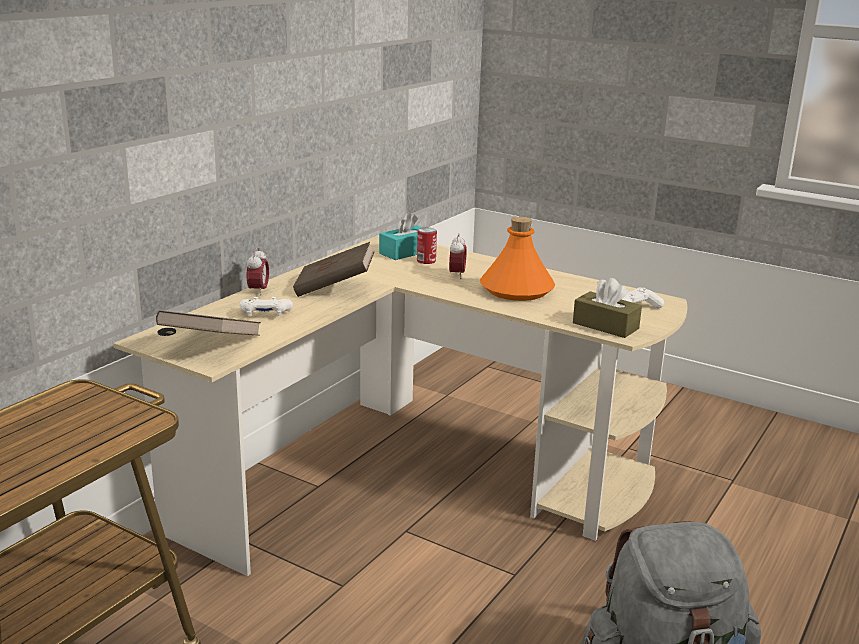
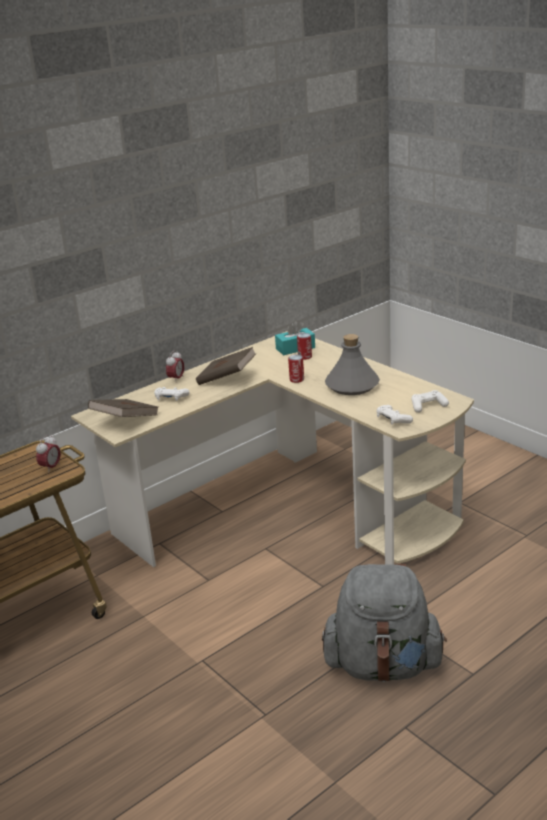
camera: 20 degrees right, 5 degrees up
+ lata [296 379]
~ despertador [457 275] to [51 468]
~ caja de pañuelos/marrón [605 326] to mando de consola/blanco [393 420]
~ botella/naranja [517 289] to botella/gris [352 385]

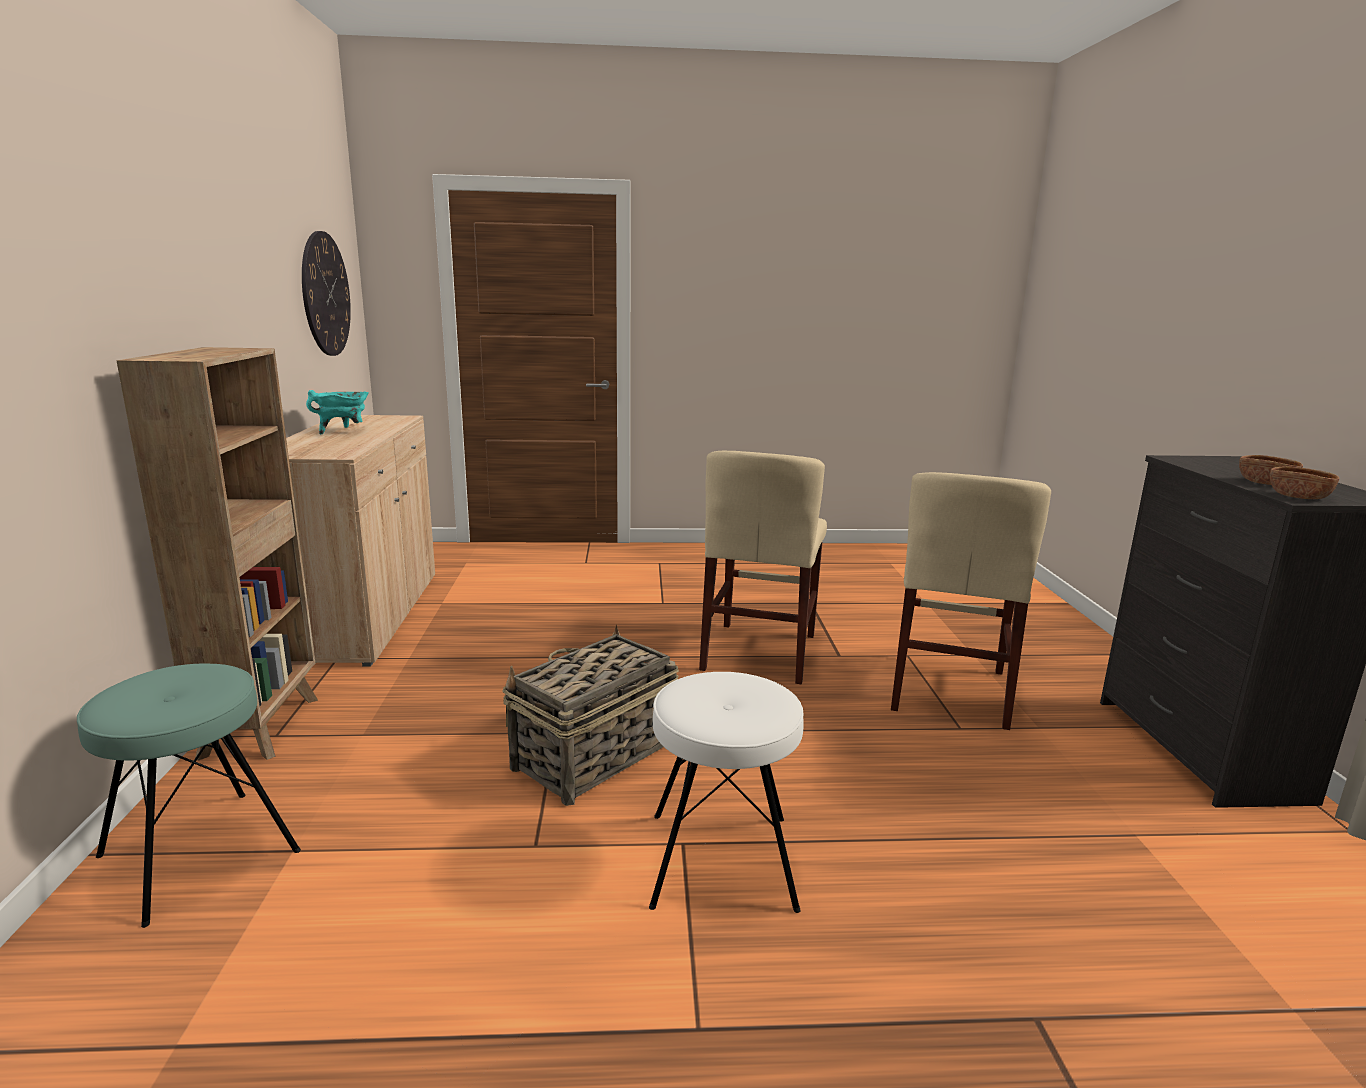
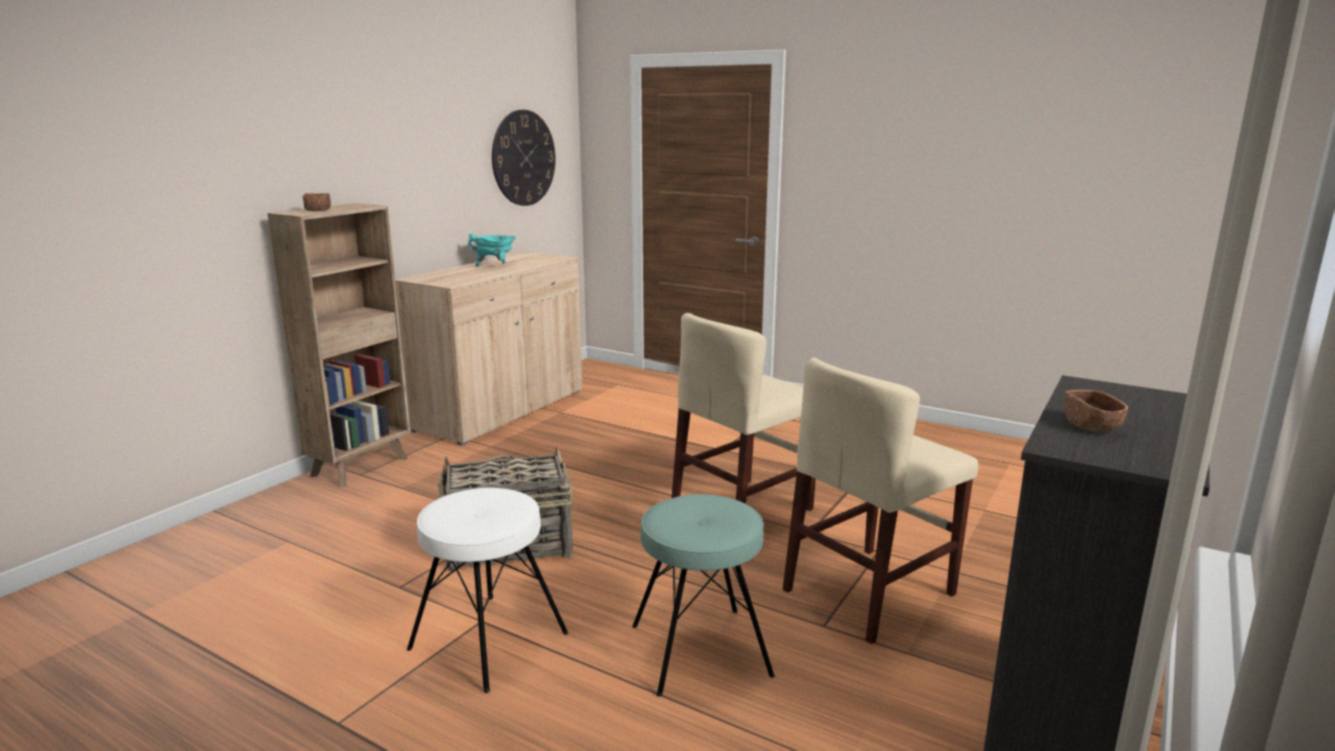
camera: 35 degrees right, 0 degrees up
~ taburete/turquesa [198 854] to [699 650]
~ cuenco/marrón [1298 496] to [318 210]

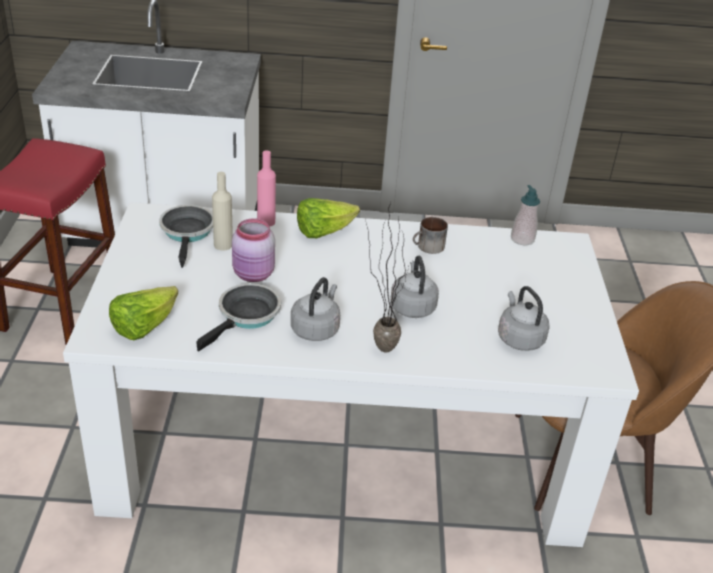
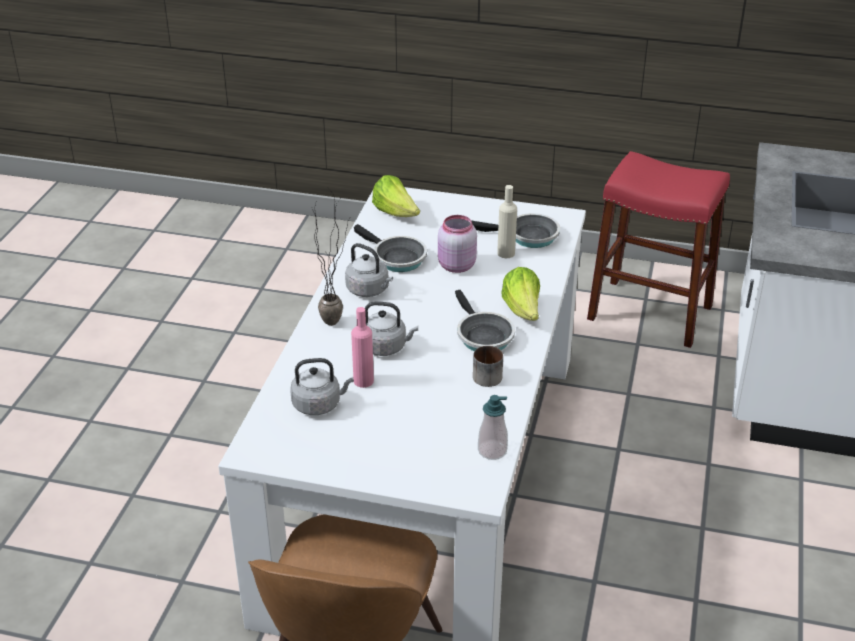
camera: 105 degrees right, 0 degrees up
+ sartén [482 336]
~ botella/rosa [266 222] to [363 381]

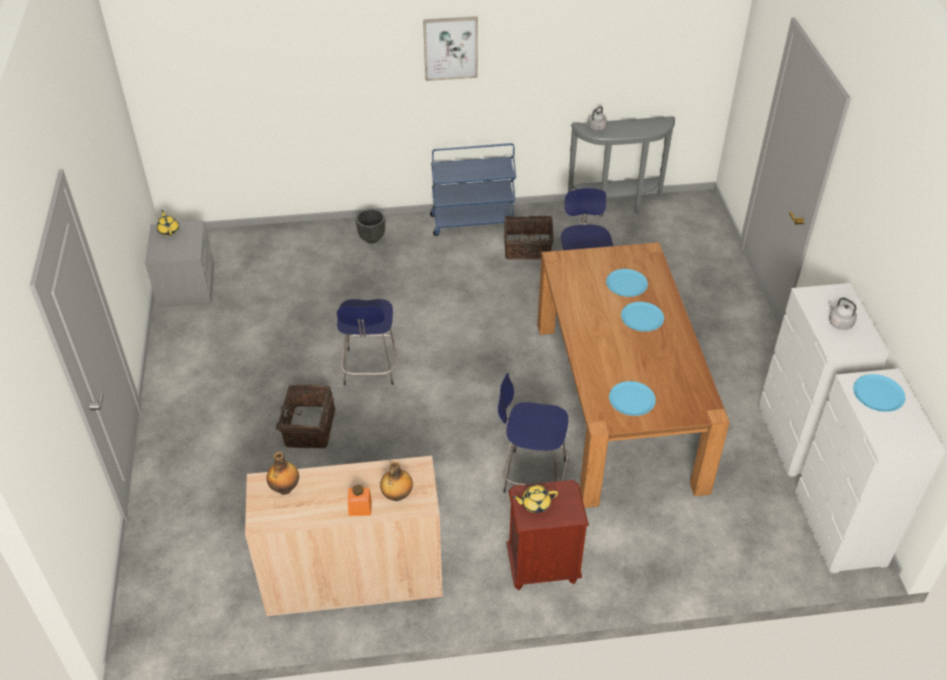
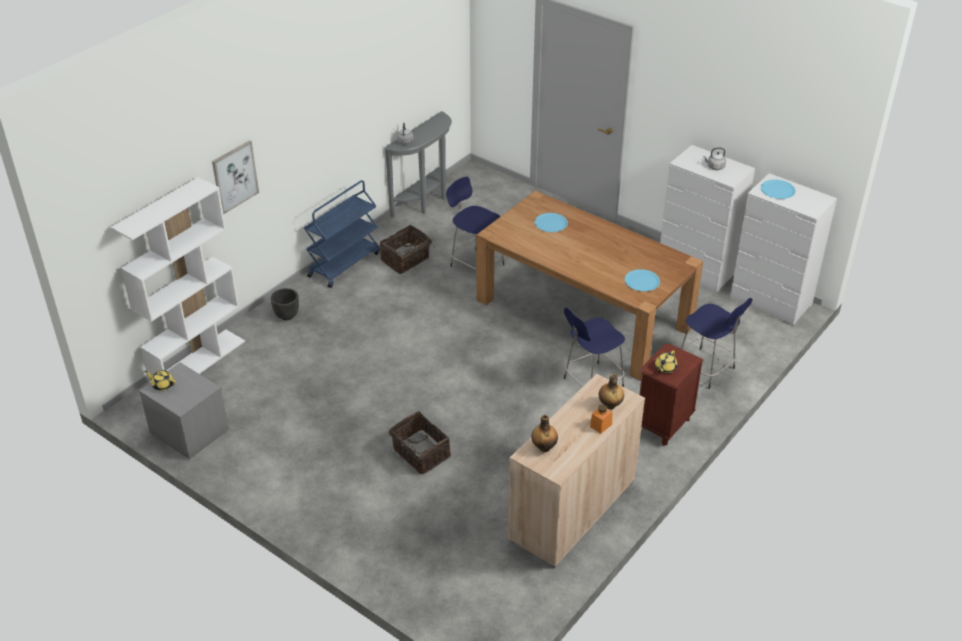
camera: 45 degrees left, 5 degrees down
- plato/azul [642 317]
+ estantería/blanco [198 361]
~ taburete/azul [369 369] to [706 369]
~ cuadro [450 48] to [234 176]

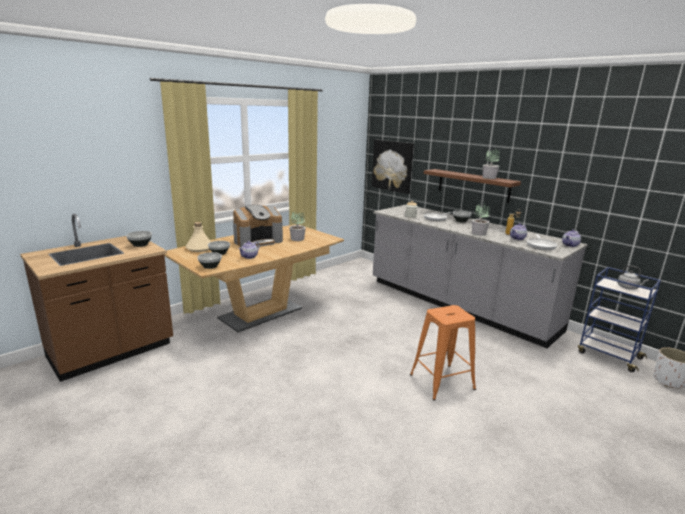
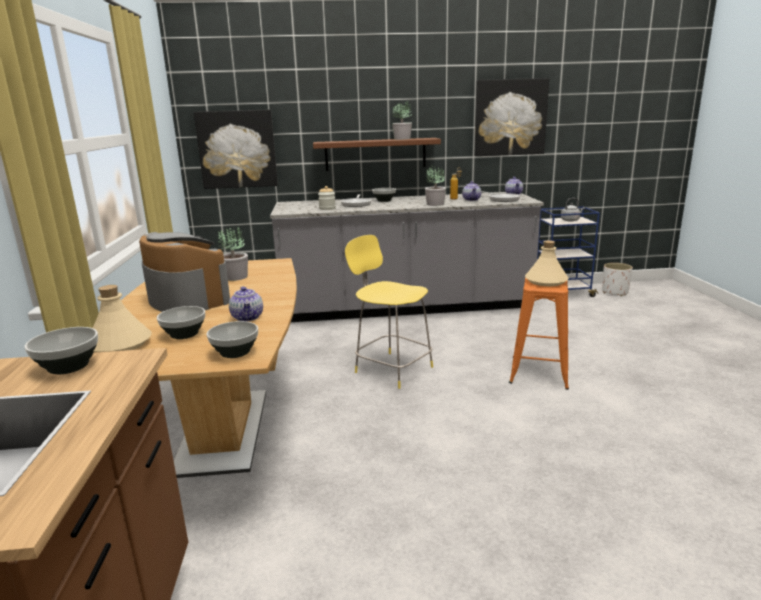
camera: 50 degrees left, 0 degrees up
+ taburete/amarillo [391 369]
+ cuadro [510 117]
+ botella/beis [546 281]
~ cafetera [258 241] = [187 299] 45 degrees counterclockwise

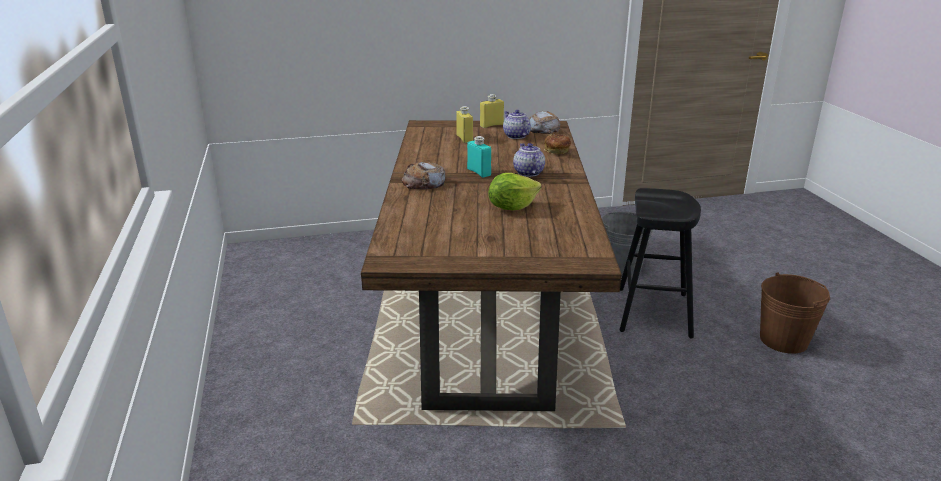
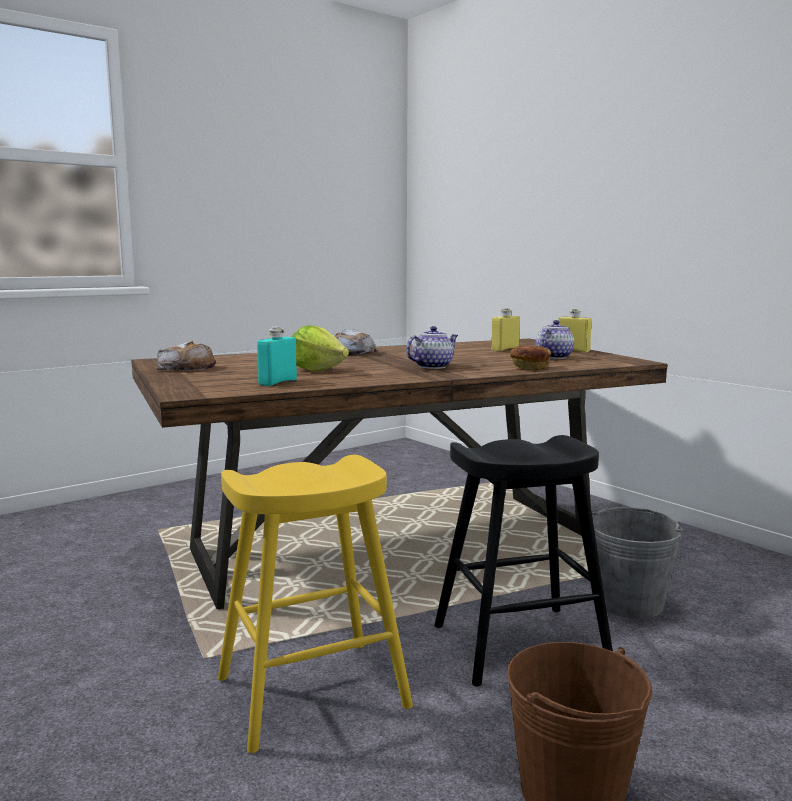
camera: 65 degrees right, 15 degrees down
+ taburete/amarillo [313 692]
~ botella/turquesa [479 172] to [278 382]
~ pan [543 129] to [186 368]

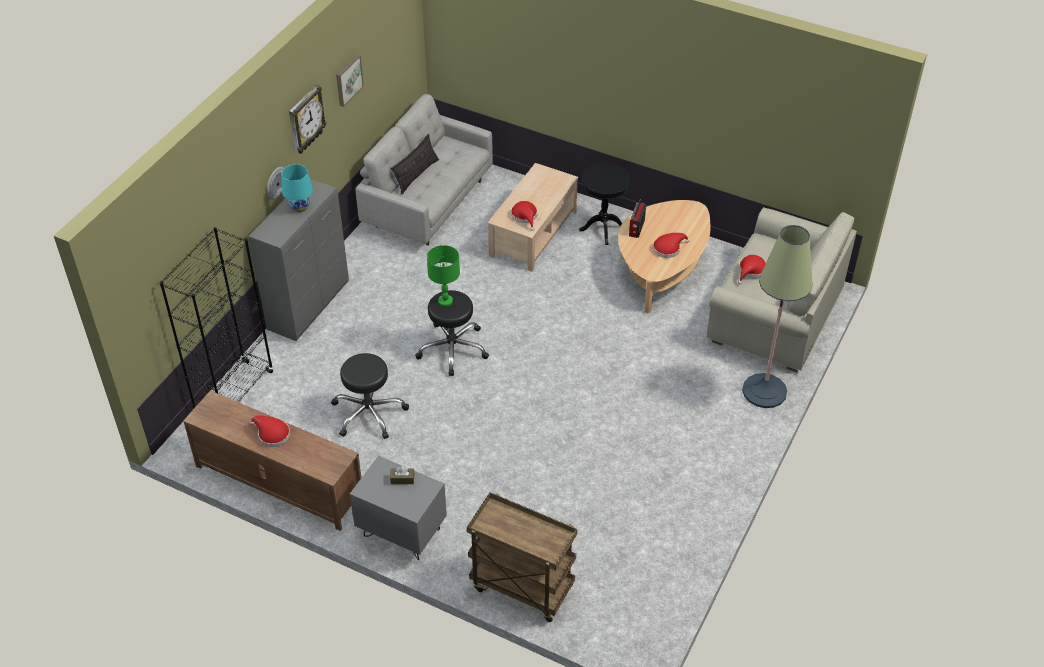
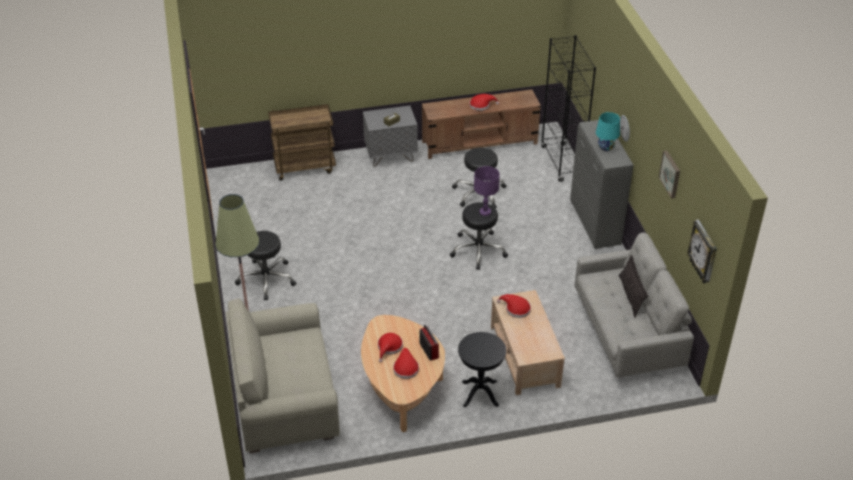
camera: 140 degrees right, 5 degrees down
+ taburete/negro [267 279]
~ reloj de pared [305 120] to [703 252]
~ sombrero/rojo [751 271] to [405 368]
~ lámpara de mesa/verde [445 301] to lámpara de mesa/morado [485 212]

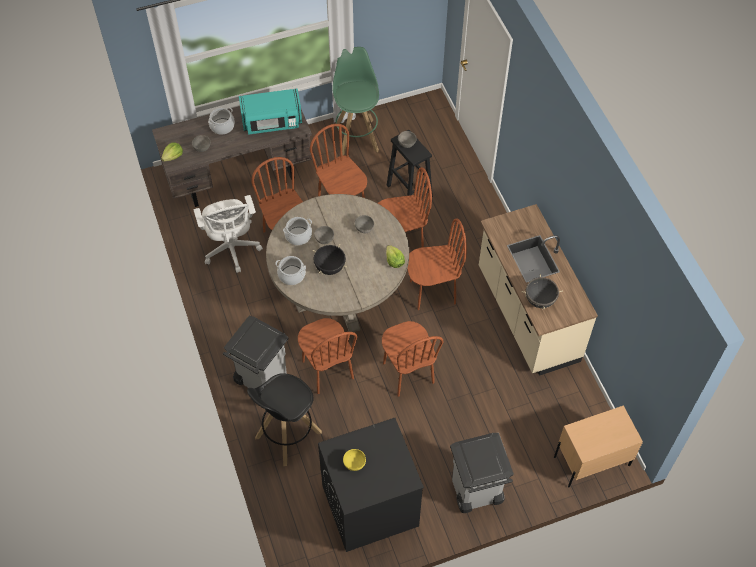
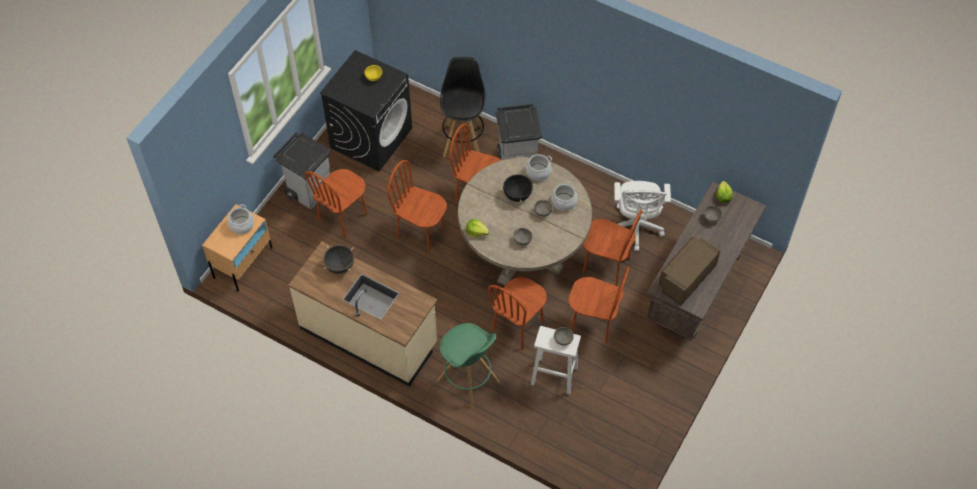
camera: 140 degrees right, 0 degrees up
~ olla [222 126] to [242 225]
~ taburete/verde [357 136] to [469 382]
~ silla/marrón [432 291] to [343 217]
~ microondas/turquesa [272 122] to microondas/marrón [686 277]
~ taburete/negro [410 191] to taburete/blanco [553 375]
~ silla de oficina/blanco [232 250] = [635 228] 120 degrees counterclockwise

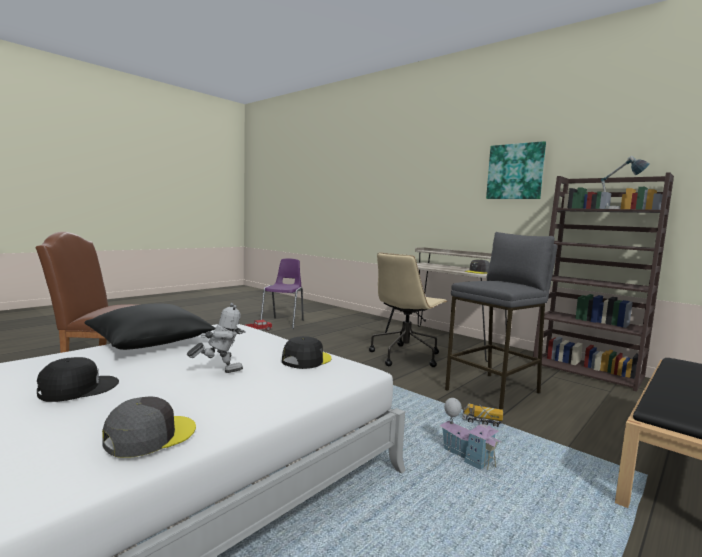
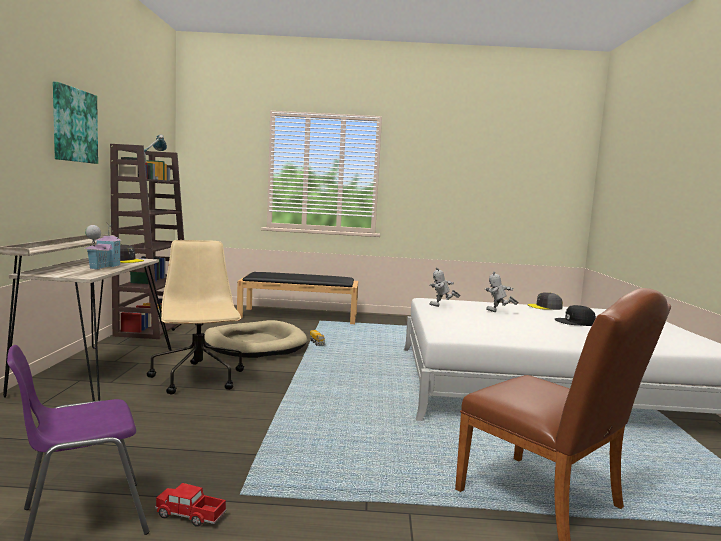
camera: 130 degrees left, 0 degrees up
- cojín/negro [150 343]
~ casita [468 457] to [103 266]
~ gorra/negro [306 360] to robot de juguete [442 307]
~ taburete/gris [494 392] to cama para perro/beis [254 344]
~ silla de oficina/beis [405 356] = [198 379] 105 degrees counterclockwise

